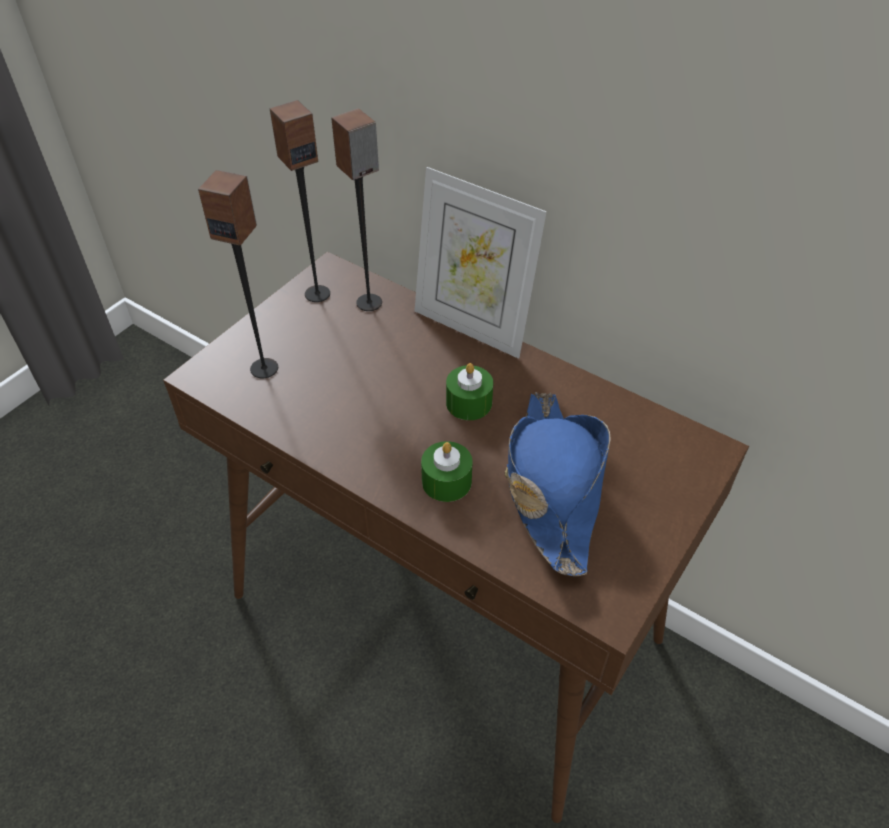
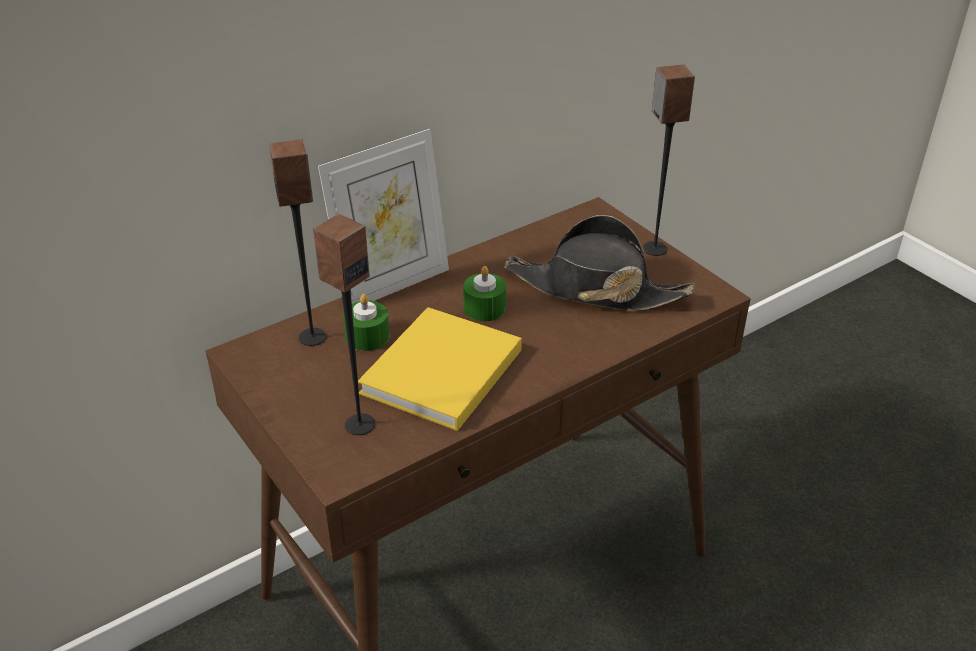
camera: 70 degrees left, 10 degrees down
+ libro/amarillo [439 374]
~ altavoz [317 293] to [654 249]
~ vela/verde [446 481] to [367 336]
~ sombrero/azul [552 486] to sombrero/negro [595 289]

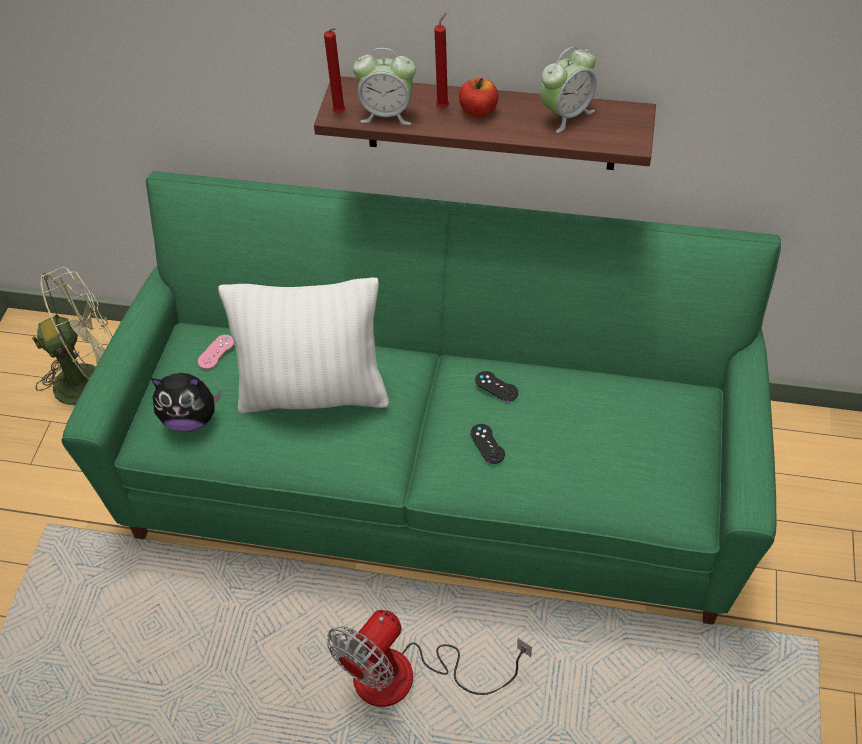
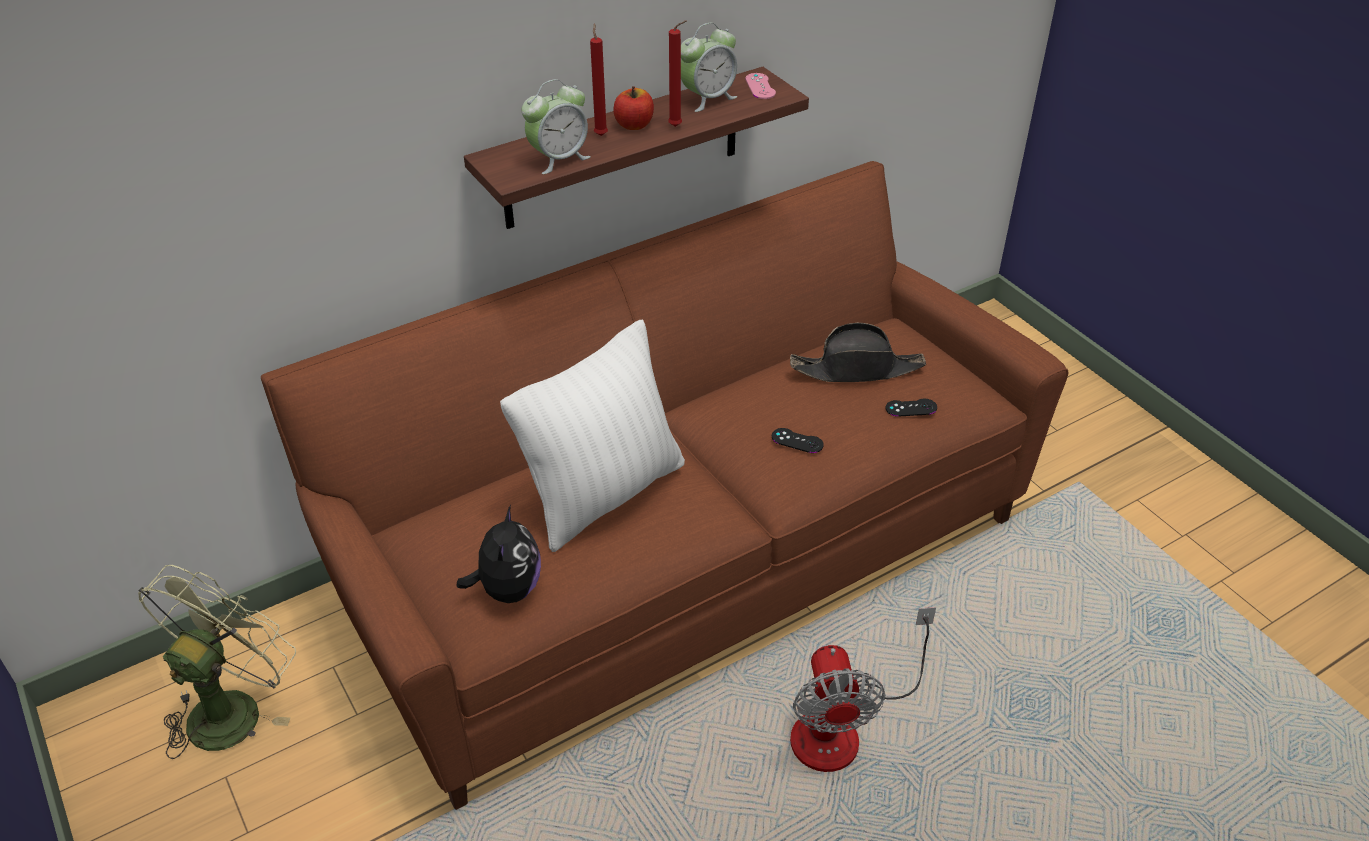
camera: 45 degrees left, 10 degrees down
+ sombrero/negro [857 369]
~ mando de consola/rosa [216 352] to [760 86]
~ vela/rojo [340 114] to [677 126]
~ mando de consola/negro [496 386] to [911 408]
~ sofá/verde [437 472] to sofá/marrón [684 557]
~ peluche [191 418] = [508 589] 45 degrees counterclockwise
~ despertador [566 114] = [708 99] 45 degrees clockwise

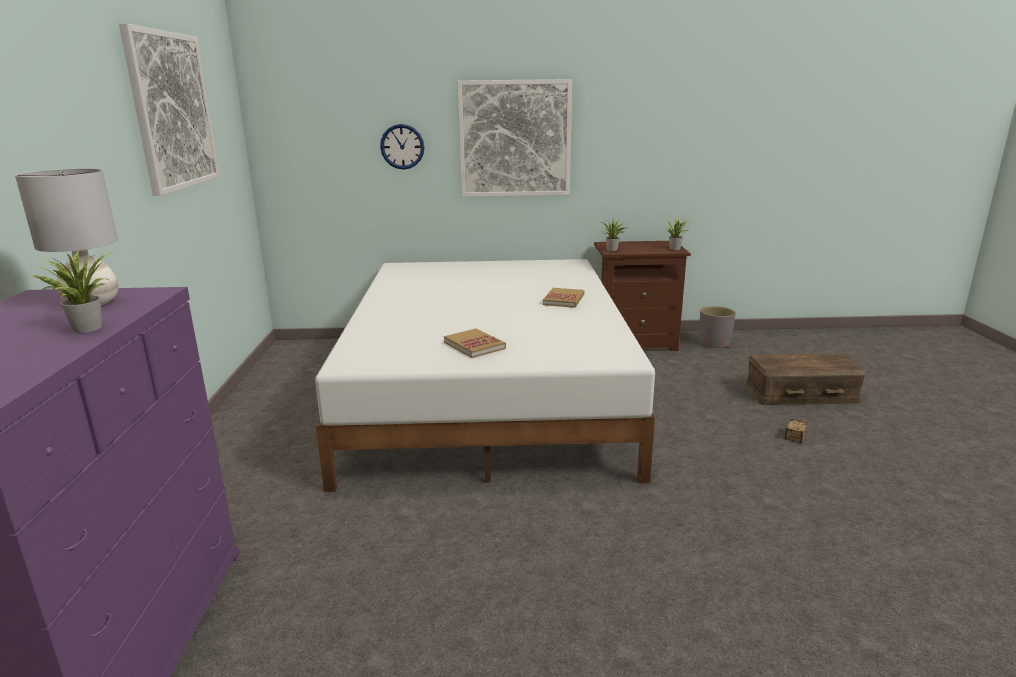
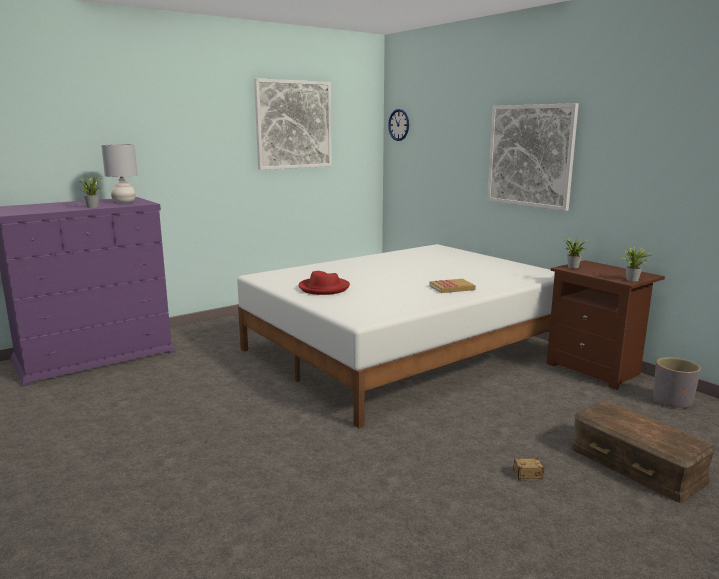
camera: 55 degrees right, 5 degrees down
~ reloj de pared [402 146] to [399 125]
~ libro [474 345] to sombrero/rojo [324 288]

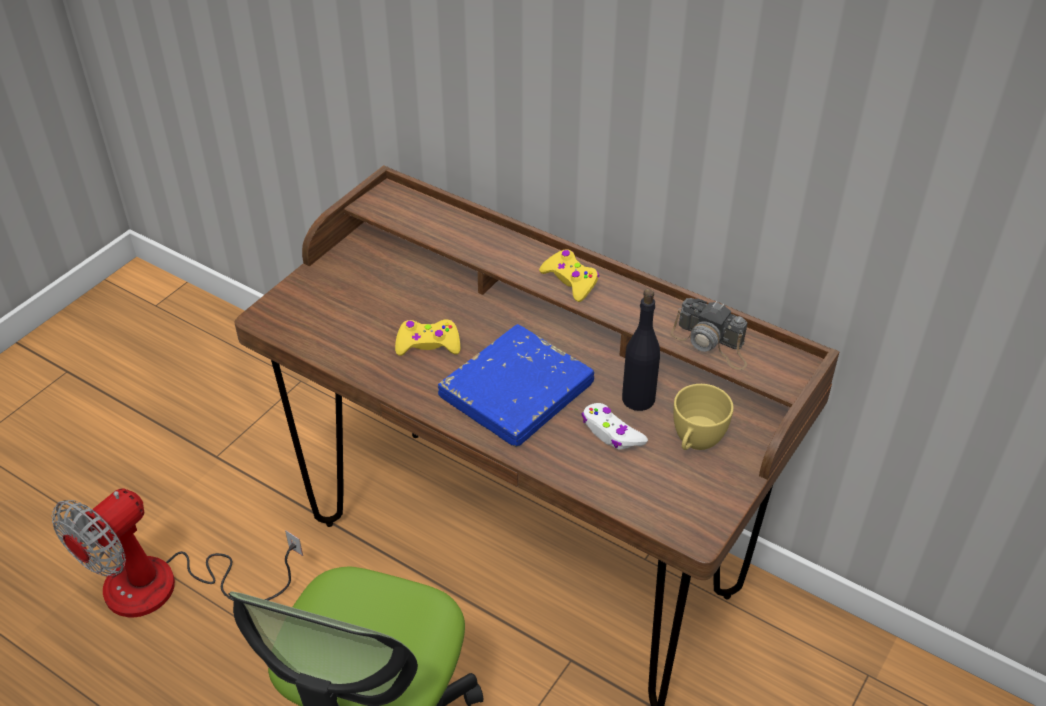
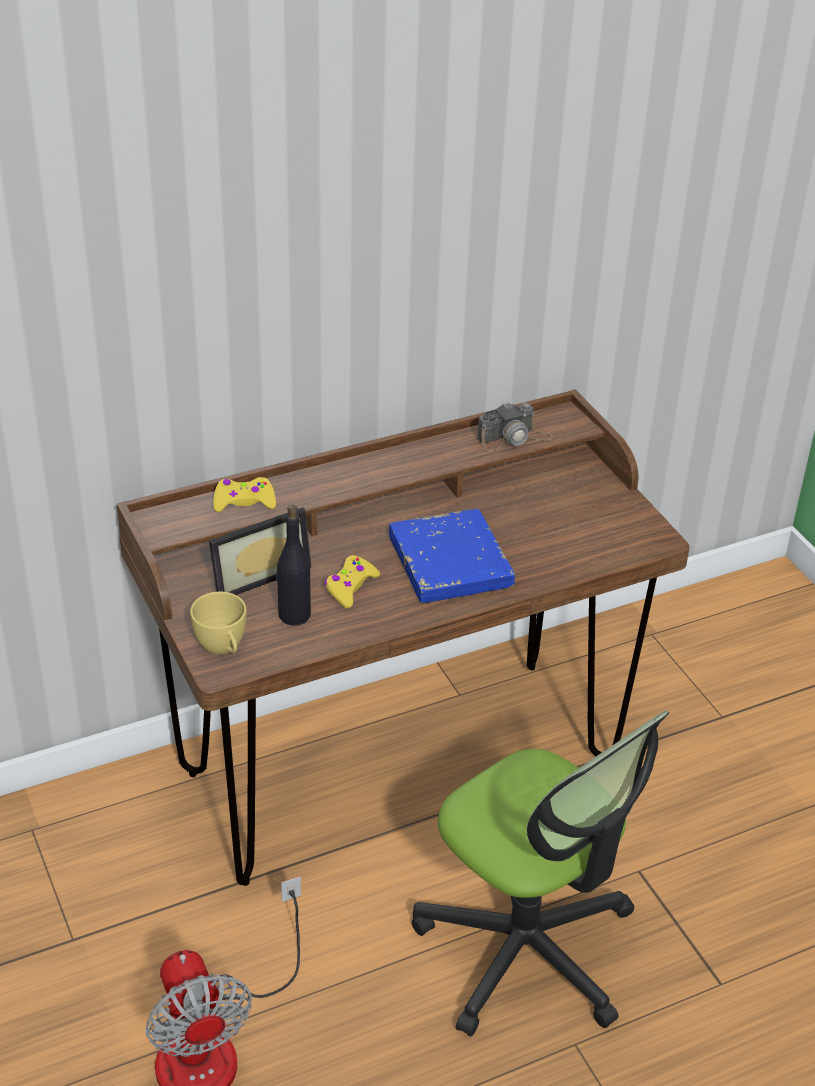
camera: 60 degrees left, 5 degrees down
- mando de consola/blanco [611 433]
+ portarretratos [257 573]
~ mando de consola/amarillo [570 281] to [244 502]
~ botella/negro [638 398] to [294 615]
~ taza/amarillo [695 442] to [223 648]

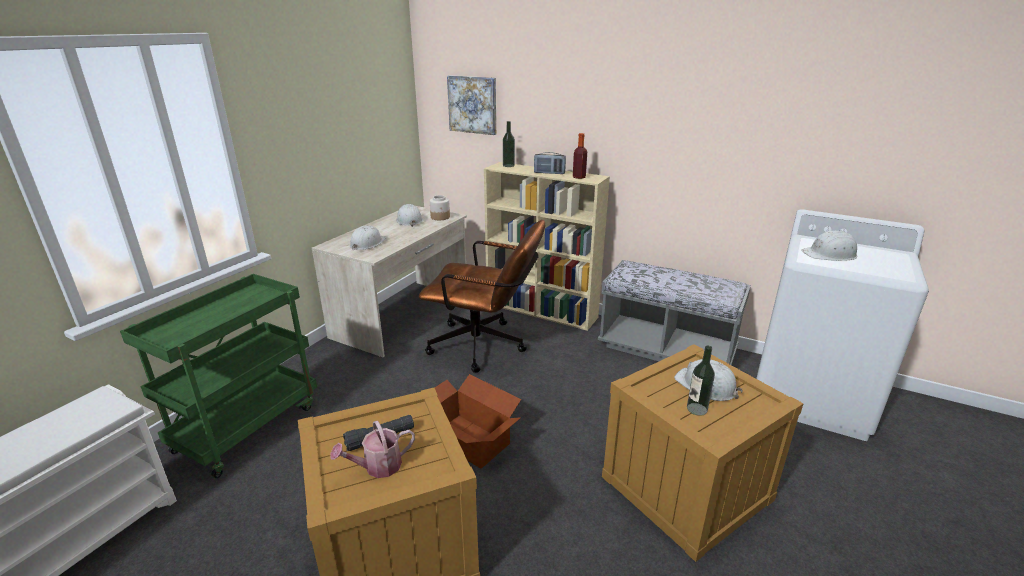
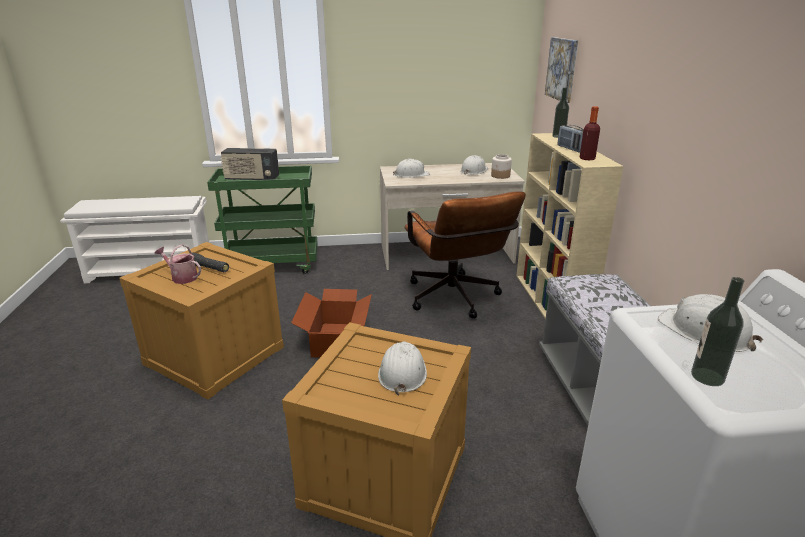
camera: 55 degrees right, 0 degrees up
+ radio [252 179]
~ botella [697 409] to [707 377]

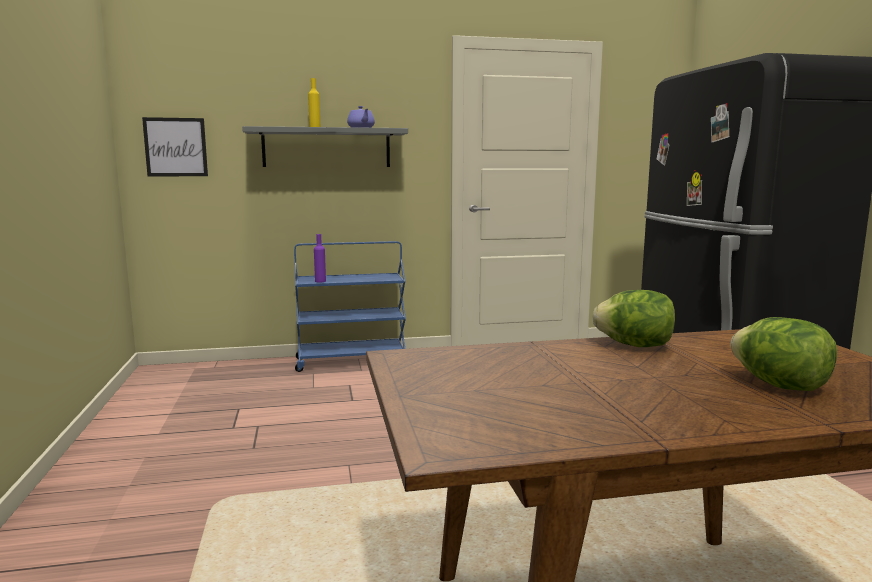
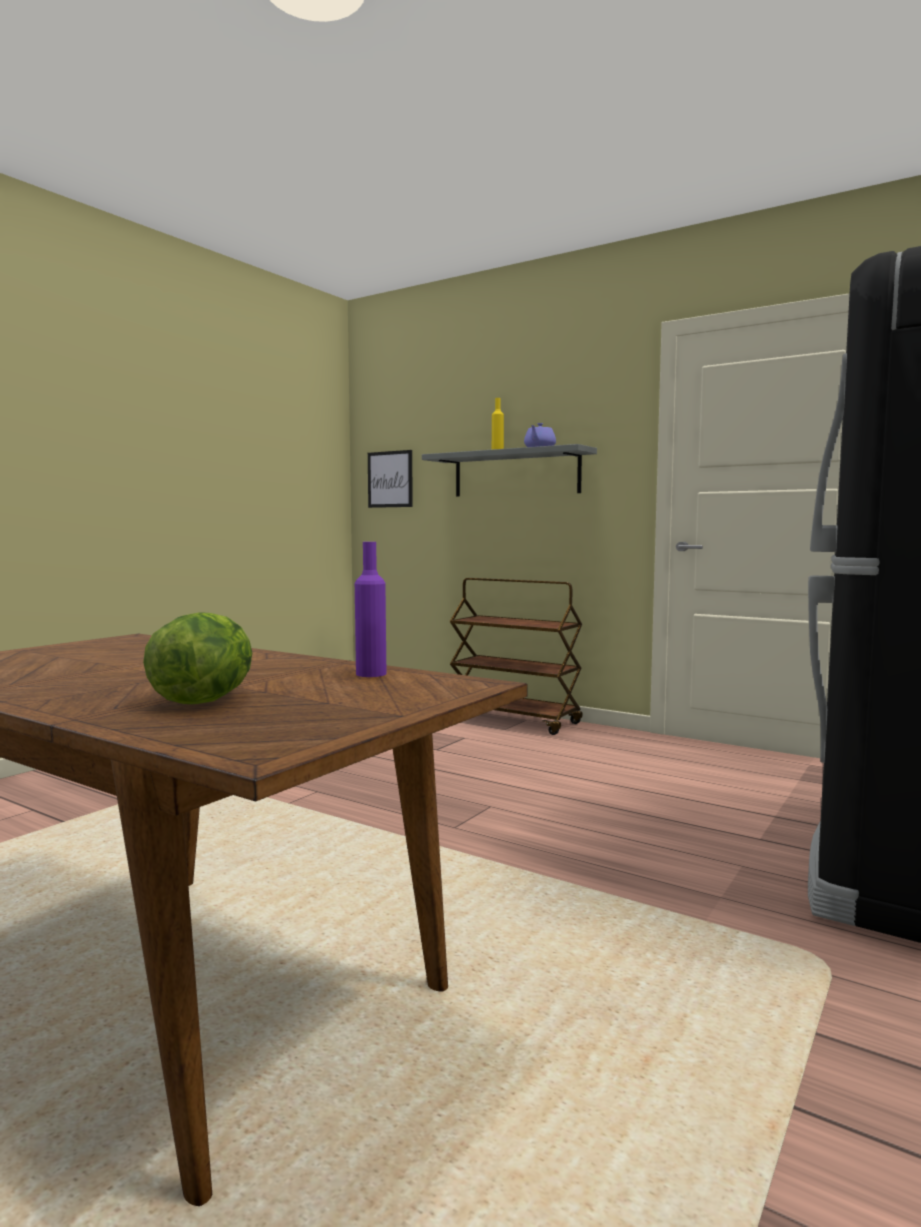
camera: 45 degrees right, 5 degrees down
- lechuga [634 345]
~ botella/morado [320 281] to [371 674]
~ carrito/azul [351 361] to carrito/marrón [514 720]

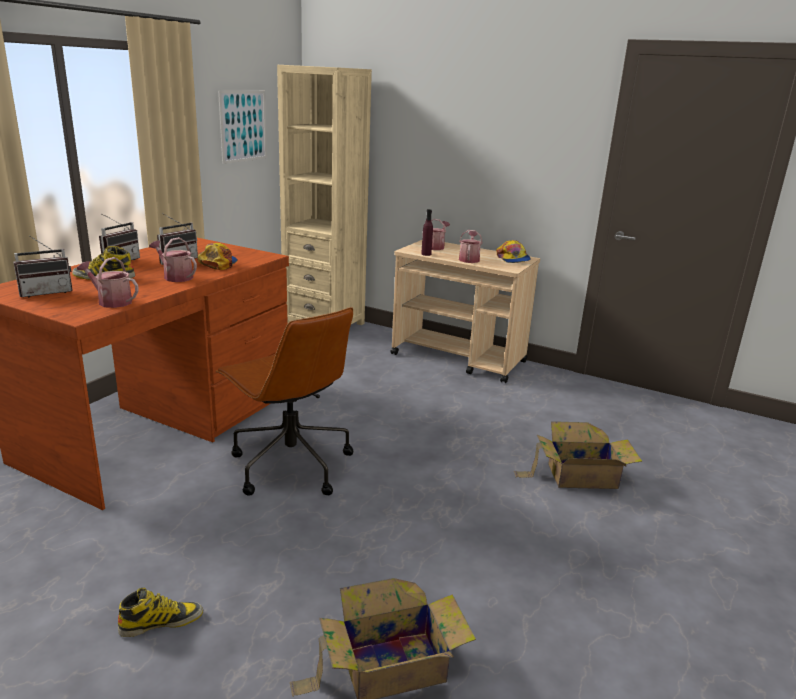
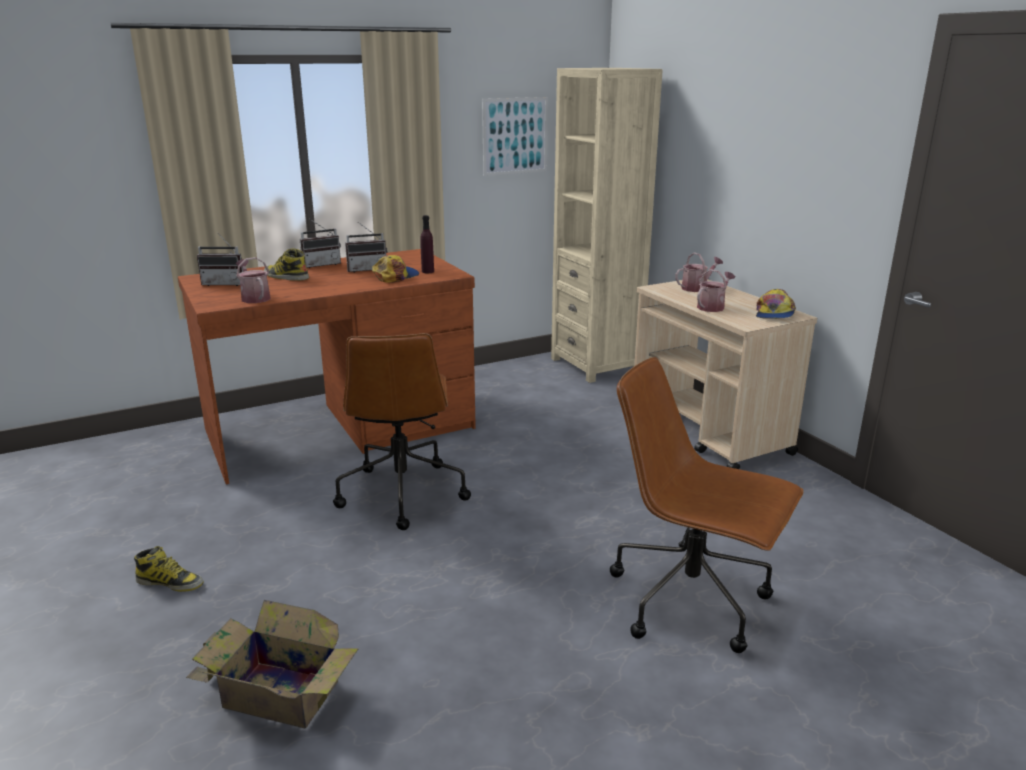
camera: 35 degrees right, 0 degrees up
- regadera [175 277]
~ botella/morado [426 254] to [428 271]
~ caja de cartón [578 476] to silla de oficina/marrón [692 601]

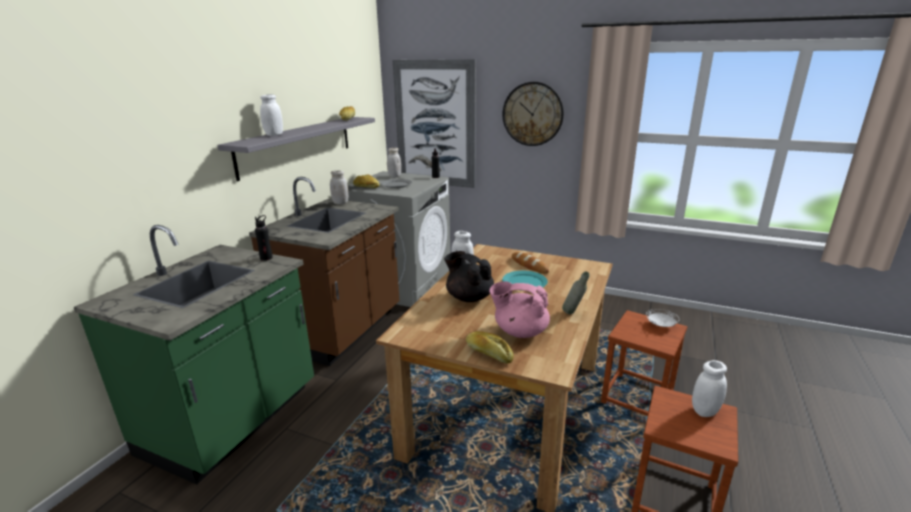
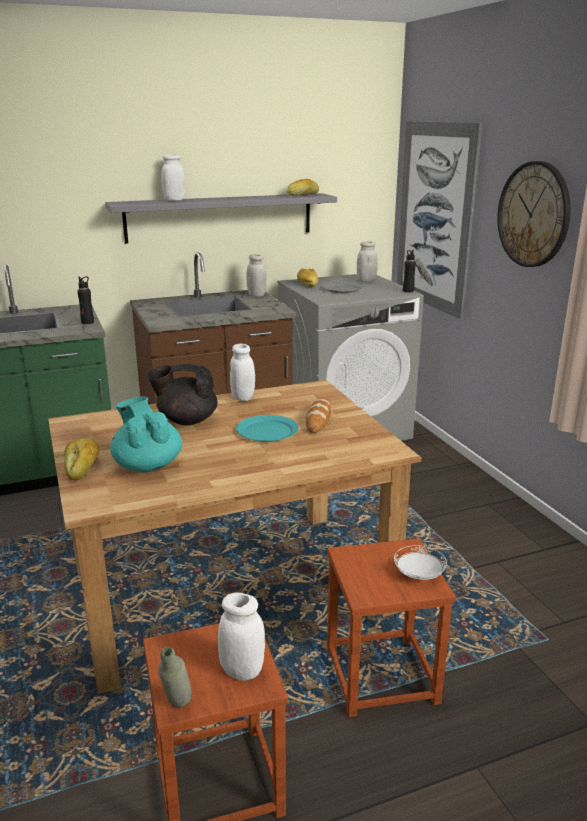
camera: 45 degrees right, 0 degrees up
~ botella/gris [573 314] to [177 710]
~ tetera/rosa [519 331] to tetera/turquesa [147 465]
~ tetera/negro [469 297] = [186 420] 90 degrees counterclockwise

